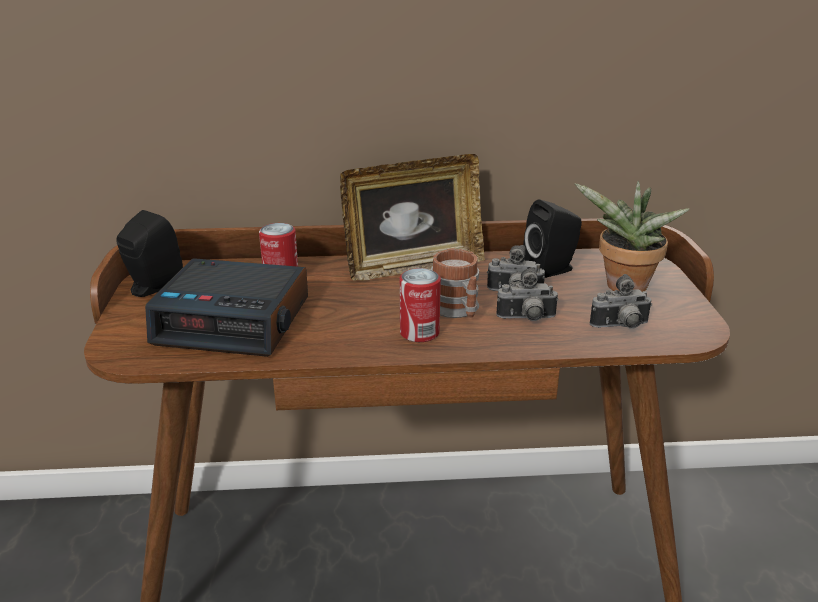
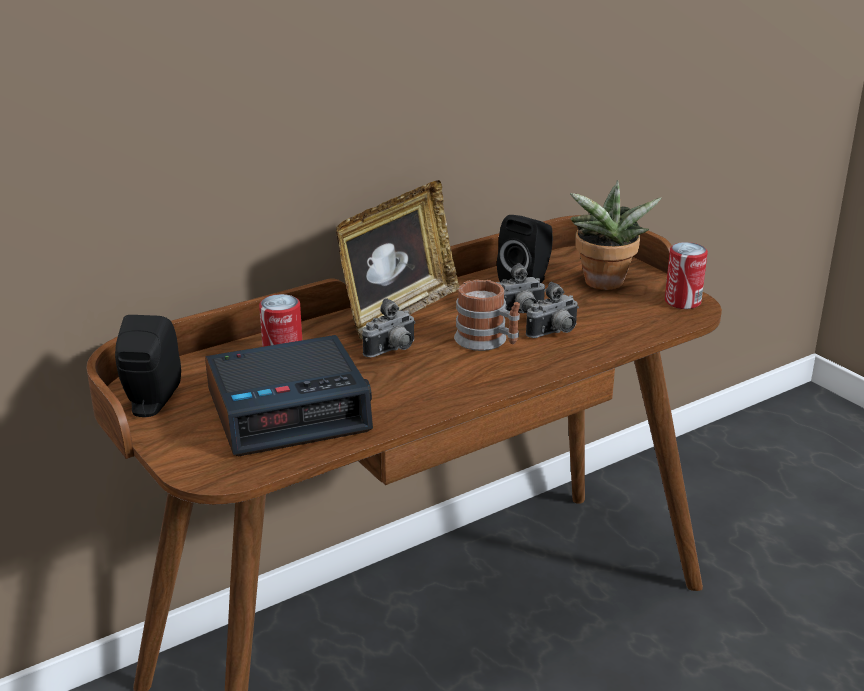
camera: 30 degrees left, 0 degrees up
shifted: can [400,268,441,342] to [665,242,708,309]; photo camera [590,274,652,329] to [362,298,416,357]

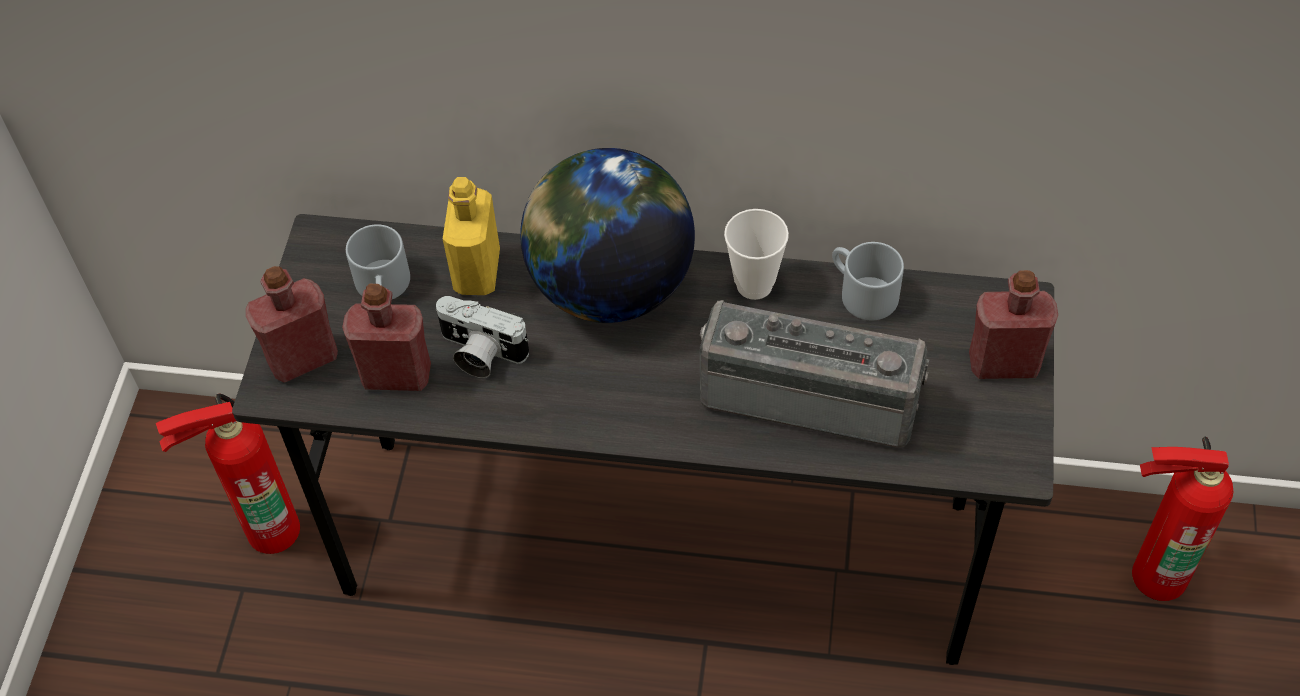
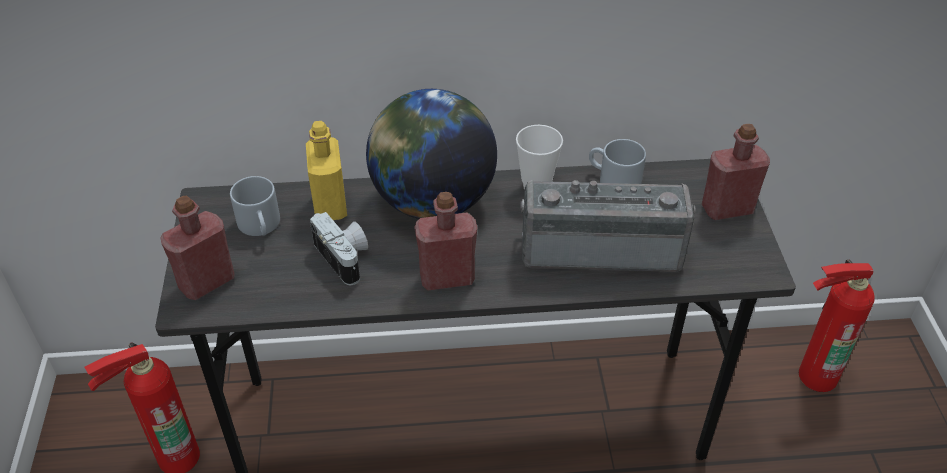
camera: 15 degrees left, 10 degrees down
shifted: red bottle [342,284,431,391] to [414,192,477,290]
rotated: photo camera [435,296,529,378] = [310,212,368,285] 135 degrees counterclockwise

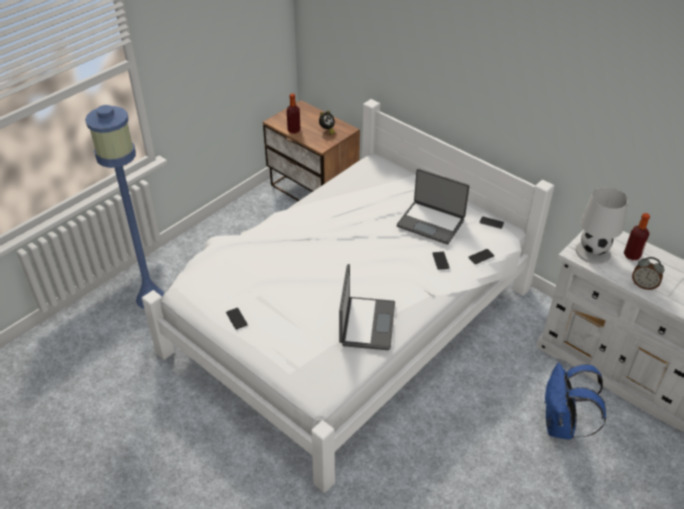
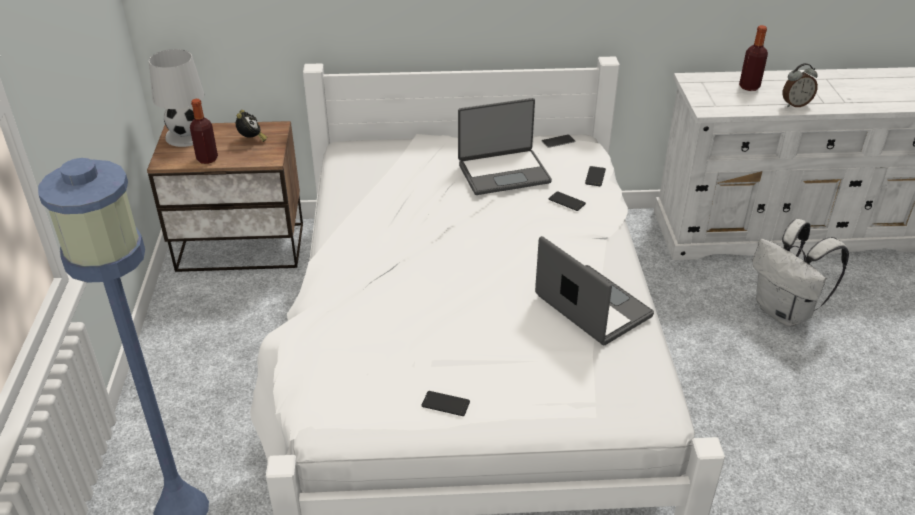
camera: 45 degrees left, 5 degrees down
shifted: white-coloured lamp for a table [576,187,628,264] to [149,49,204,147]
repainted: blue-coloured knapsack [544,363,606,439] to white-coloured knapsack [753,219,849,327]

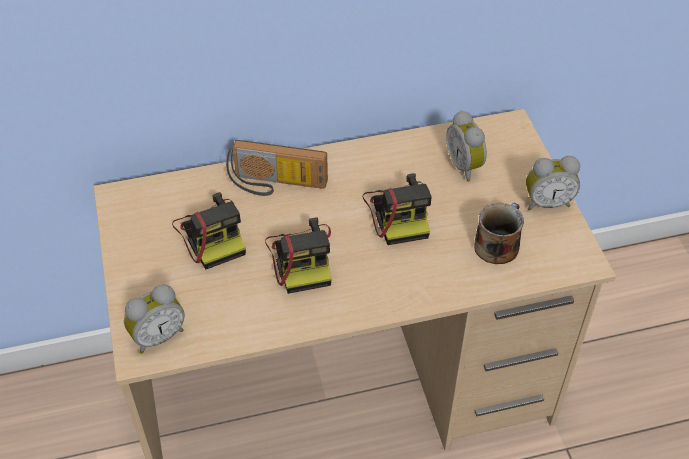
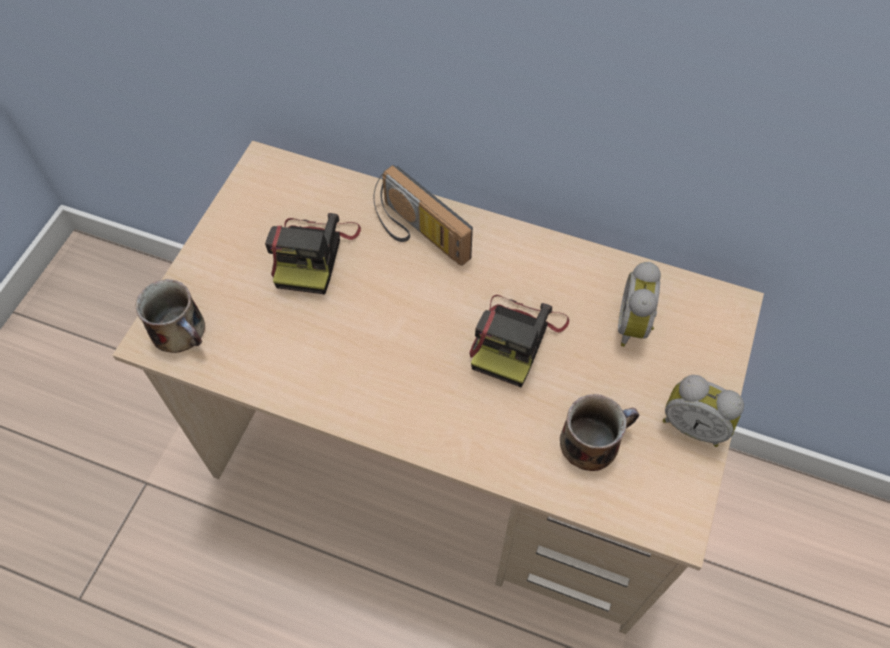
camera: 35 degrees right, 10 degrees up
gone: photo camera [265,217,332,294]
swapped: alarm clock [124,284,185,354] to coffee mug [136,279,205,353]

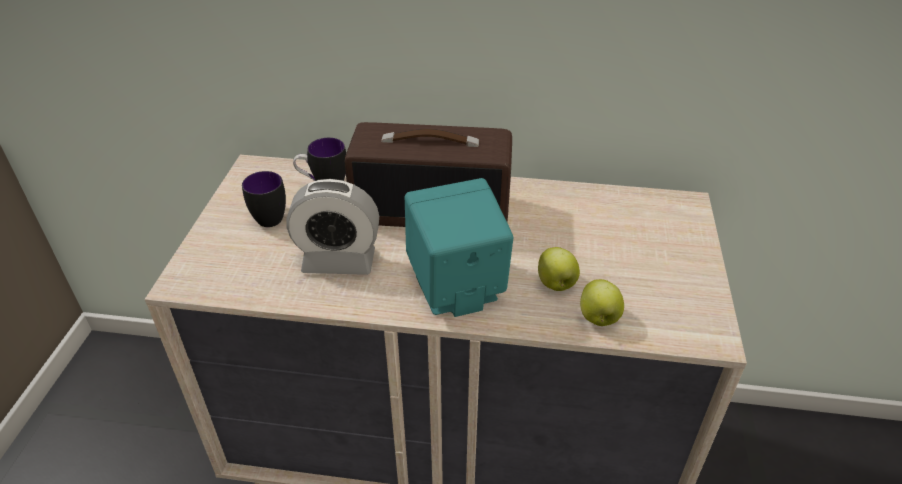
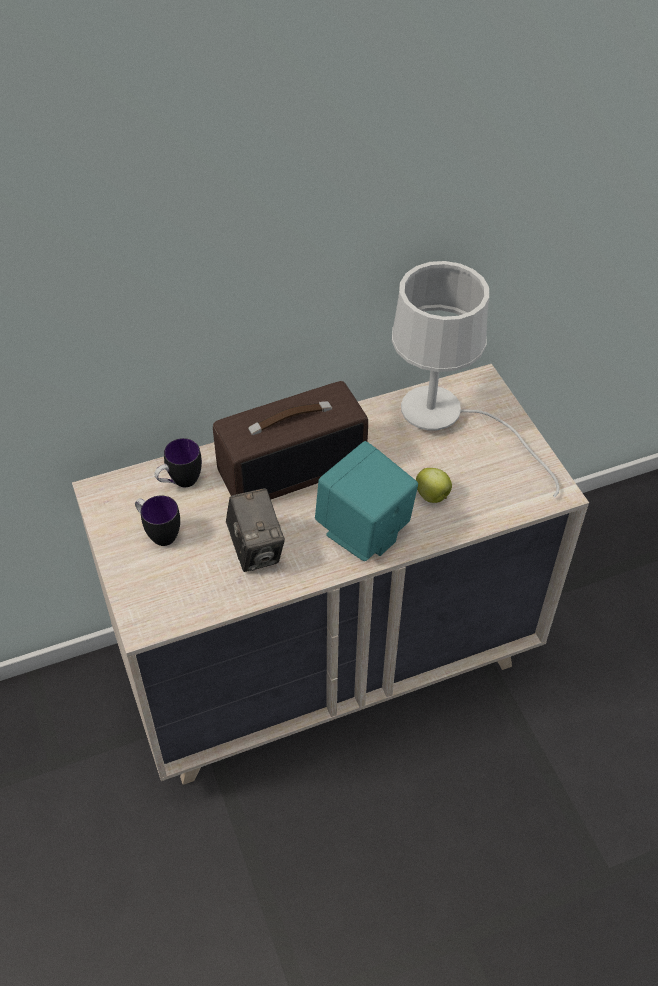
camera: 30 degrees left, 10 degrees up
gone: apple [580,279,624,326]
new: white-coloured lamp for a table [392,261,560,497]
swapped: alarm clock [286,179,379,275] to photo camera [226,488,285,572]

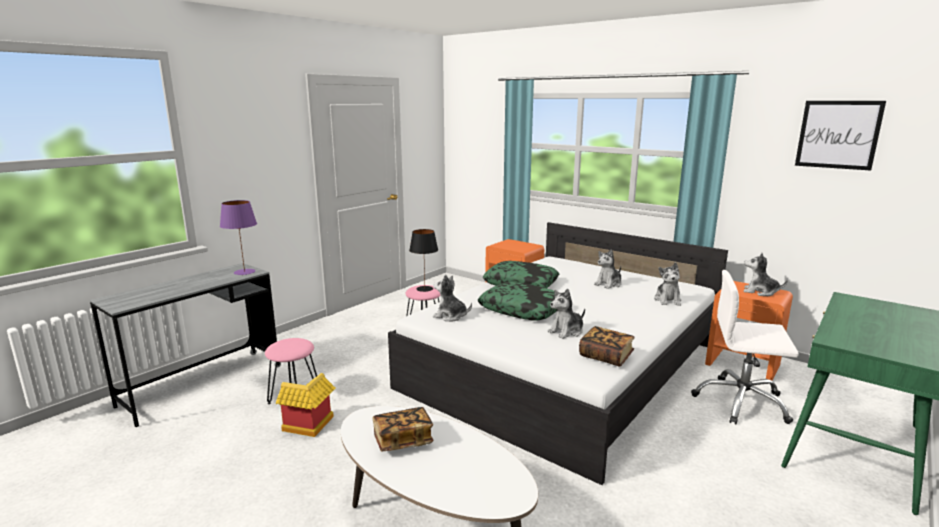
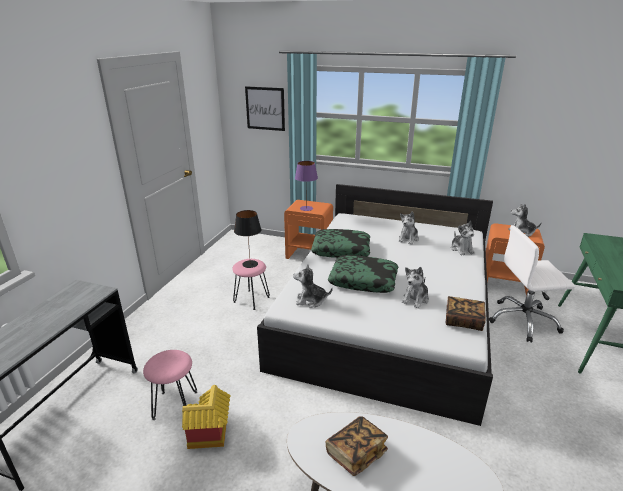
camera: 20 degrees left, 10 degrees up
shifted: picture [795,101,886,171] to [245,86,285,131]; purple lamp for a table [220,200,257,275] to [295,161,318,211]

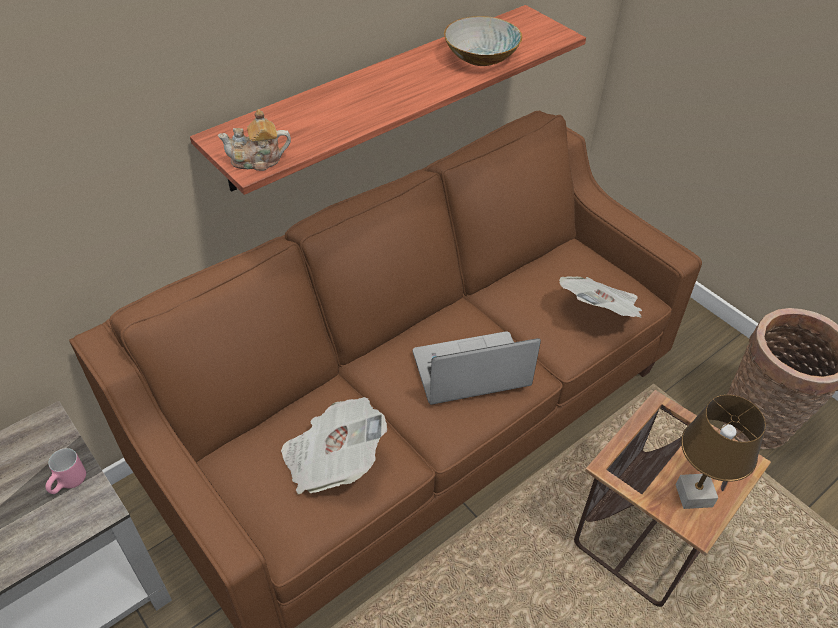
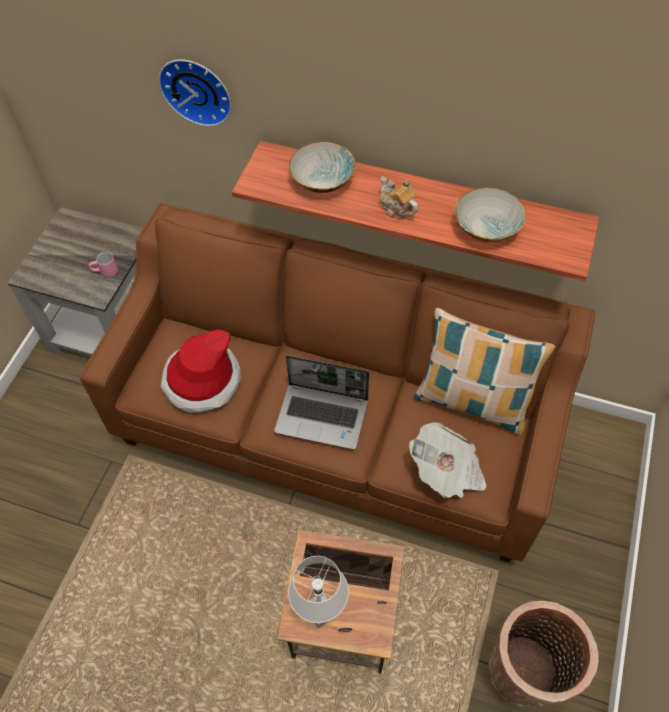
camera: 60 degrees right, 10 degrees up
new: wall clock [158,59,232,126]; serving bowl [289,142,356,193]; cushion [414,308,555,435]
shifted: teapot [218,109,291,171] to [380,177,418,219]
swapped: newspaper [281,397,387,494] to clothing hat [160,329,241,413]
repainted: brown lamp for a table [676,395,766,509] to white-coloured lamp for a table [288,556,349,629]
rotated: portable computer [413,331,541,405] = [274,355,370,450] 150 degrees clockwise

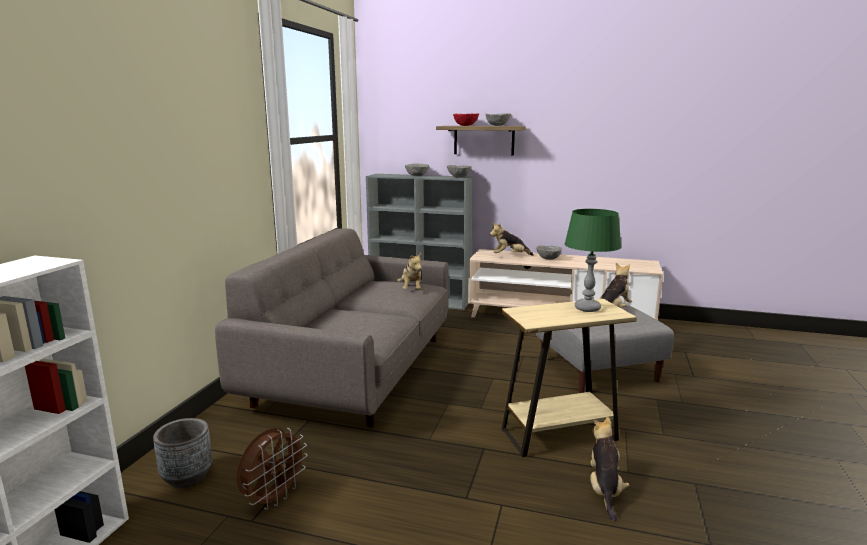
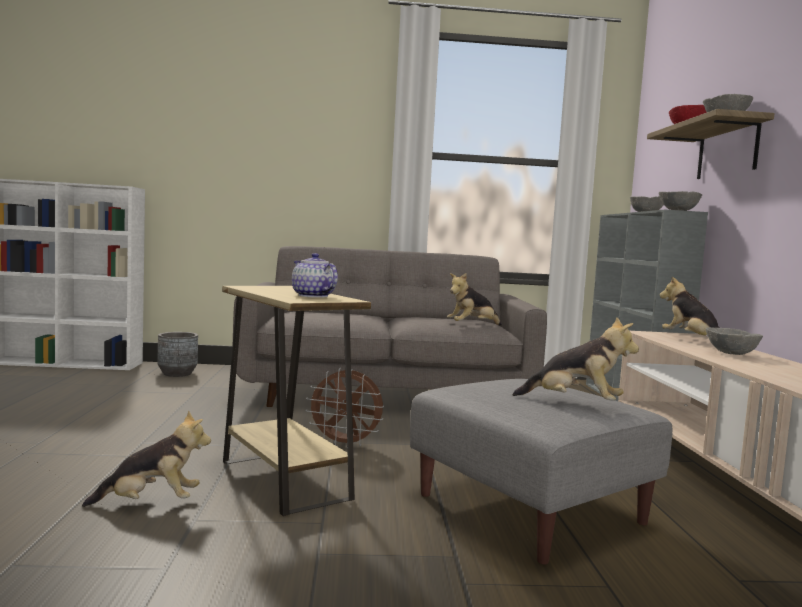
camera: 70 degrees right, 10 degrees down
shifted: brown fan [237,428,308,510] to [305,368,384,446]
swapped: greenish lamp for a table [565,209,622,312] to teapot [292,253,338,298]

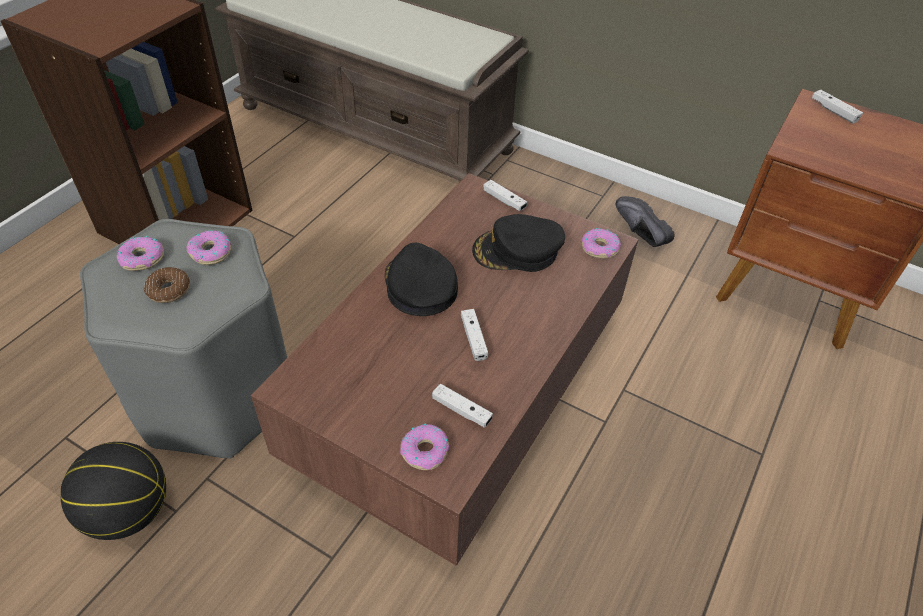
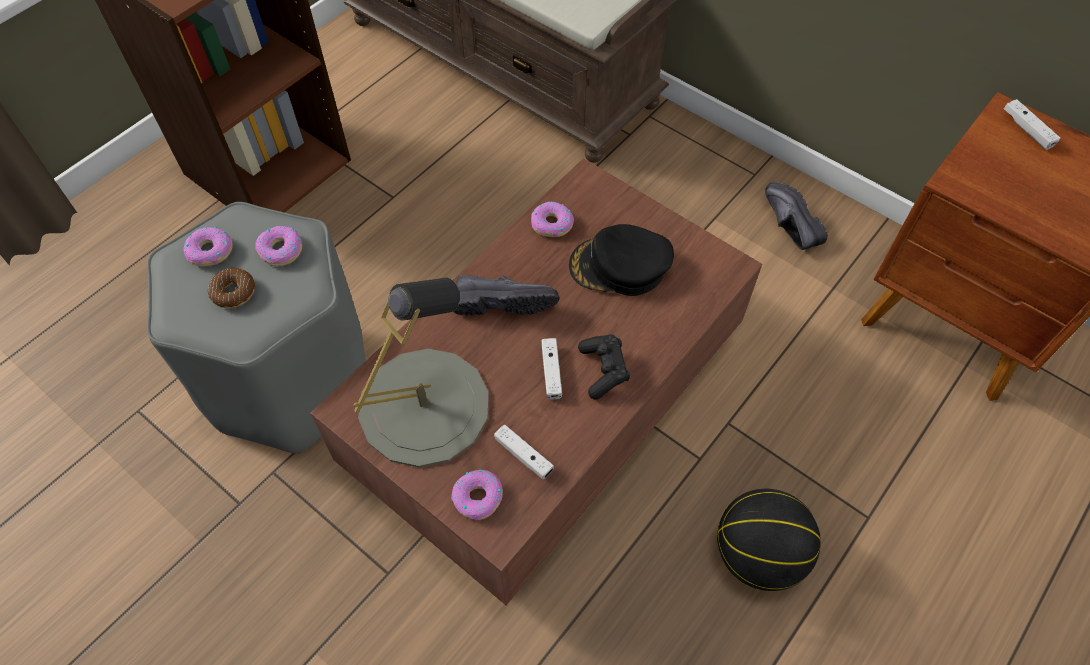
camera: 10 degrees right, 10 degrees up
gone: white-coloured gamepad [483,180,527,211]
new: grey lamp for a table [353,278,489,468]; black gamepad [578,335,630,400]
shifted: ring doughnut [582,228,621,258] to [531,202,574,237]; basketball [61,442,166,540] to [717,489,821,591]
swapped: black peaked cap [385,242,458,316] to black shoe [453,275,560,316]

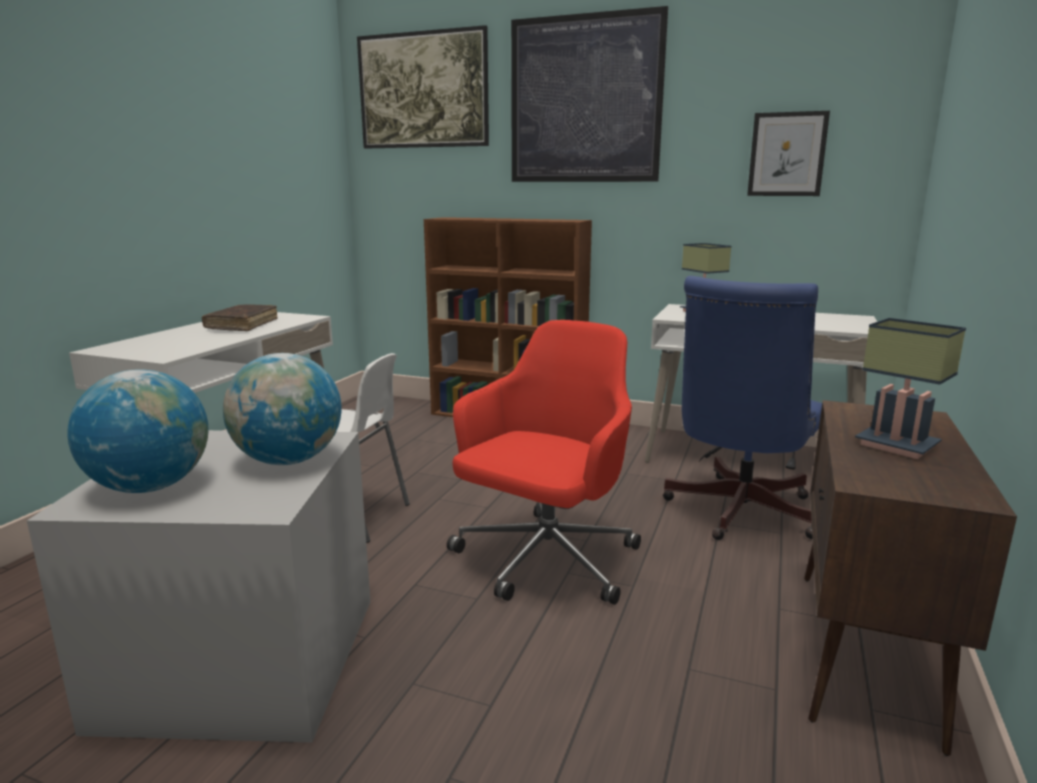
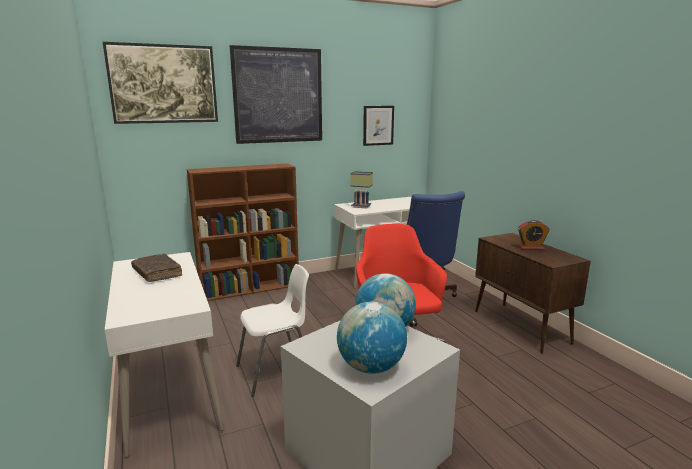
camera: 45 degrees left, 0 degrees up
swapped: lamp for a table [855,318,966,459] to alarm clock [518,220,550,250]

